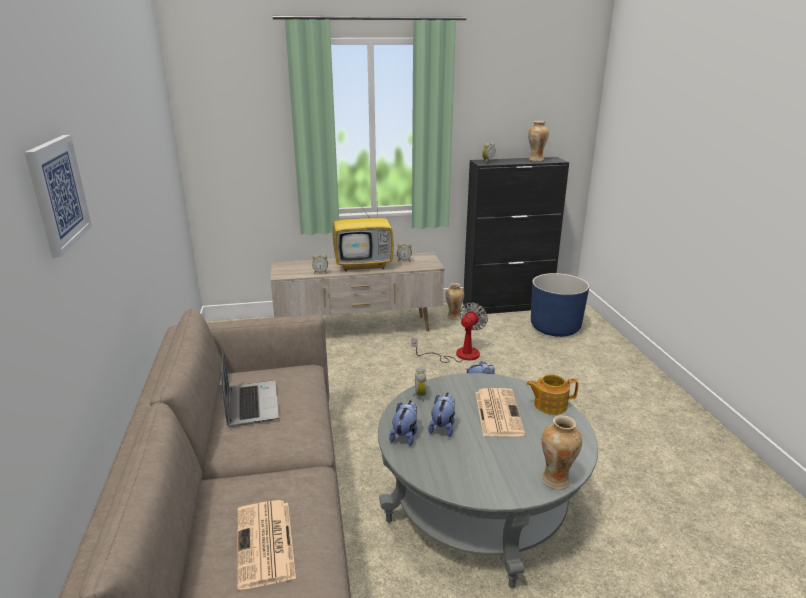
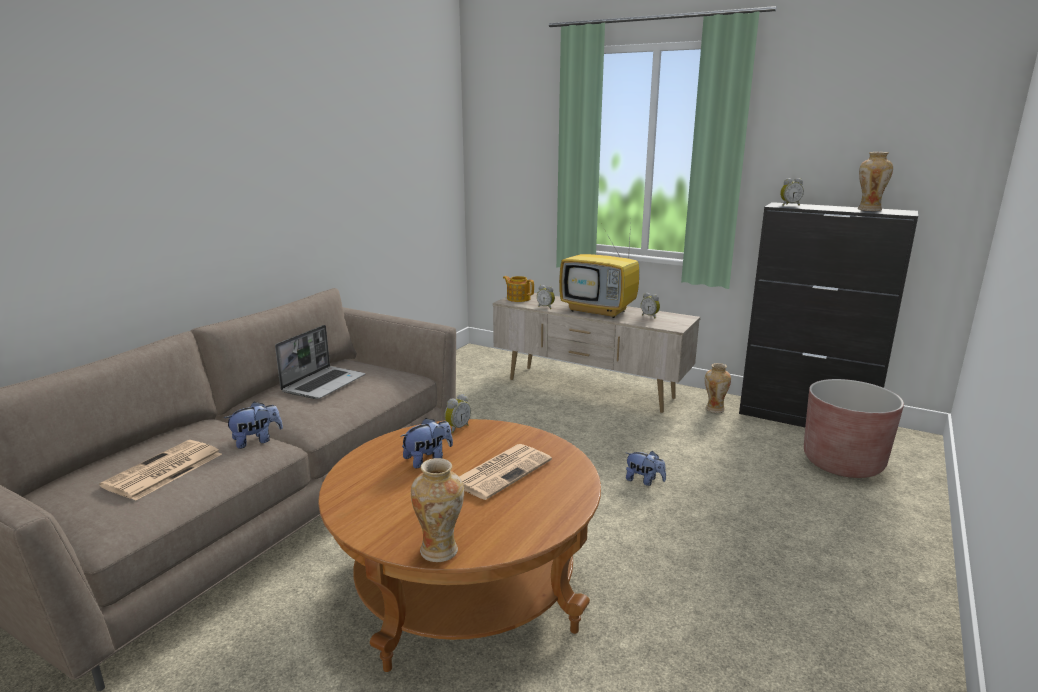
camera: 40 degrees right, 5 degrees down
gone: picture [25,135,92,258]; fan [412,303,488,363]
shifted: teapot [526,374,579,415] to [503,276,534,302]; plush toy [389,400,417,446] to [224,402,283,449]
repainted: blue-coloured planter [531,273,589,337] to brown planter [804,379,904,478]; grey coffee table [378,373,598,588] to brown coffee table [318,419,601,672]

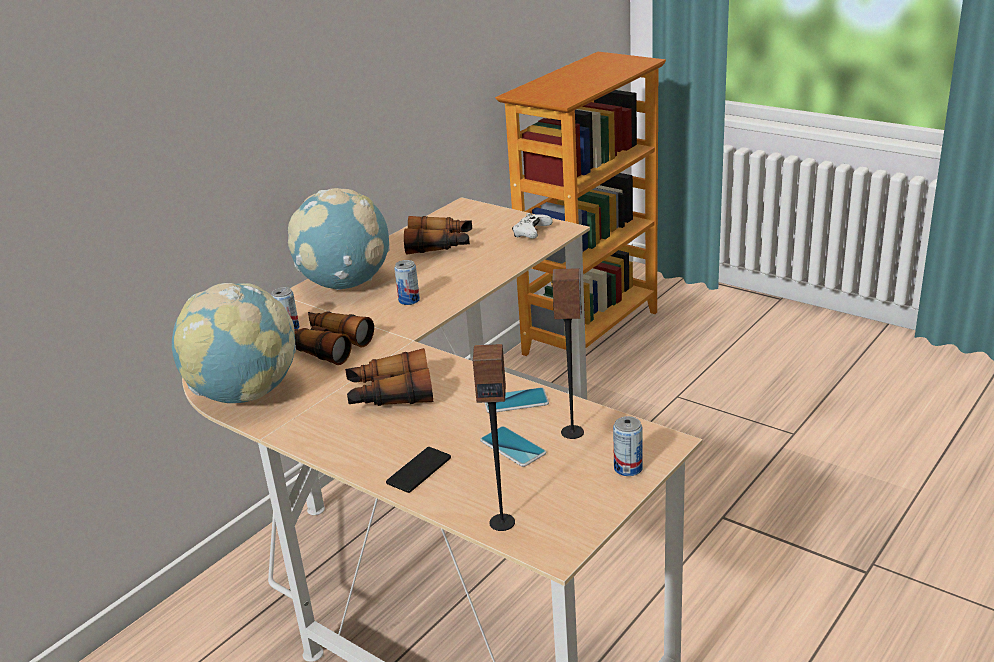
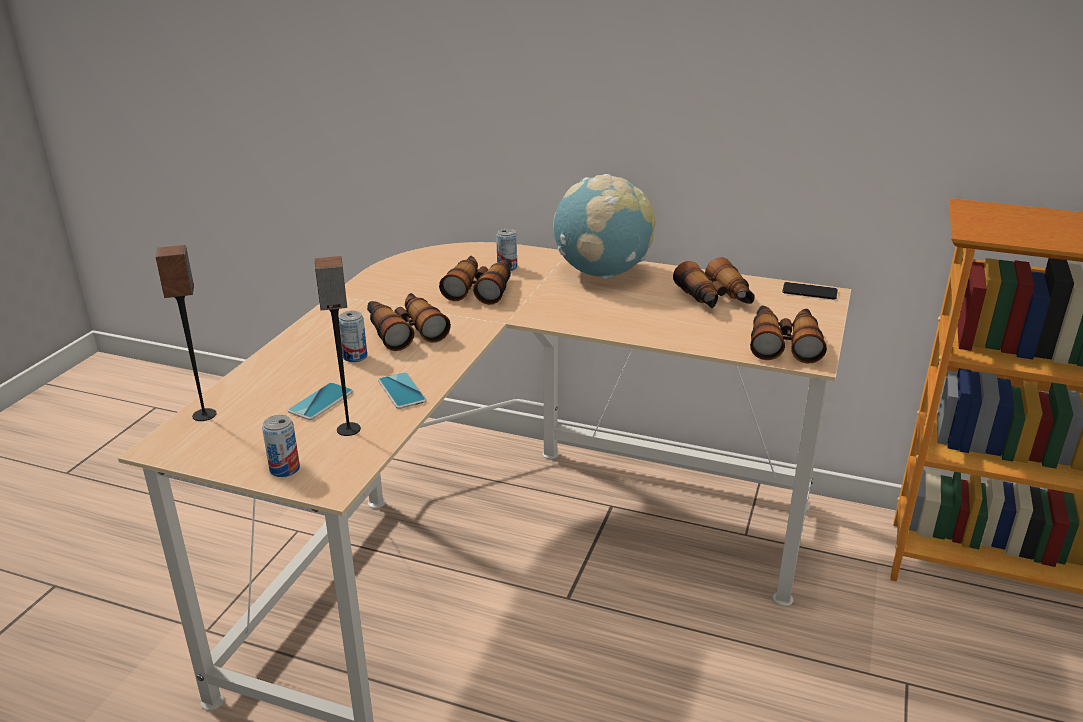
camera: 70 degrees right, 0 degrees up
gone: desk globe [172,283,296,403]
shifted: can [394,260,420,305] to [339,311,367,362]; phone [386,447,451,493] to [782,282,838,300]
swapped: white-coloured gamepad [512,213,553,239] to field glasses [750,306,827,363]

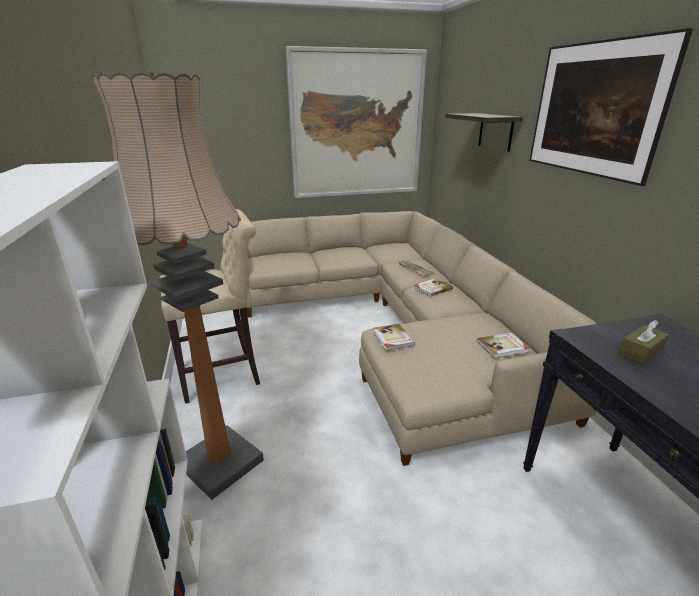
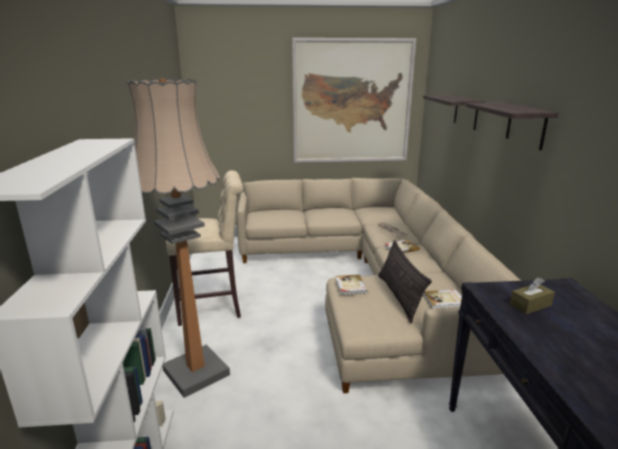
camera: 10 degrees right, 5 degrees down
new: cushion [378,240,432,323]
swapped: picture [529,28,693,186] to shelf [467,103,558,150]

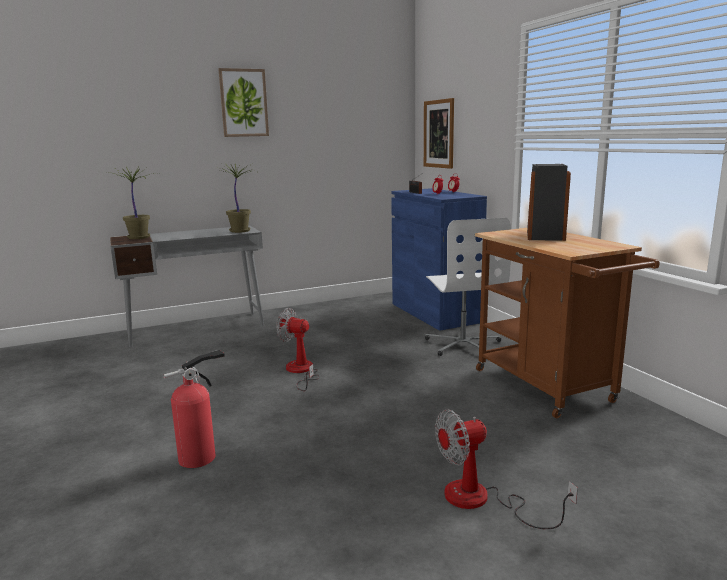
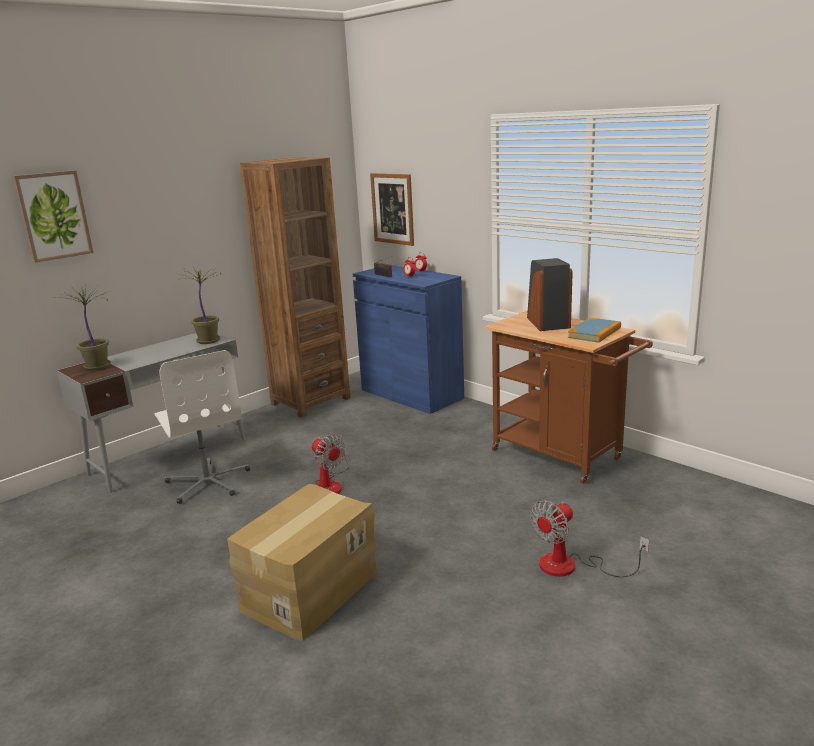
camera: 20 degrees left, 5 degrees up
new: brown bookshelf [240,157,351,418]; volume [568,318,621,343]
shifted: picture [218,68,269,137] to [13,170,93,263]; white-coloured desk chair [425,218,511,356] to [154,350,250,504]
swapped: fire-fighting cylinder [163,350,225,468] to packing box [227,484,377,641]
rotated: fan [276,308,319,391] = [312,434,349,494] 135 degrees counterclockwise

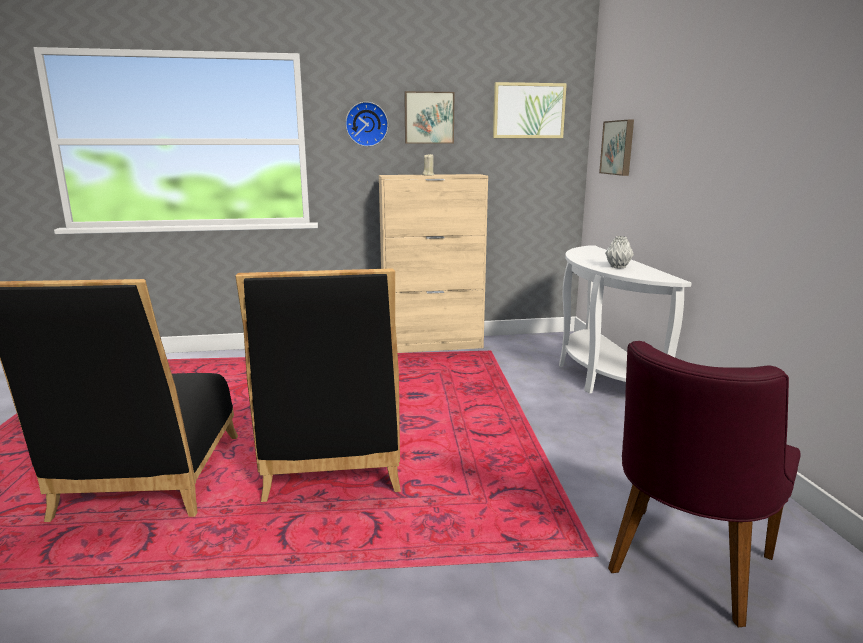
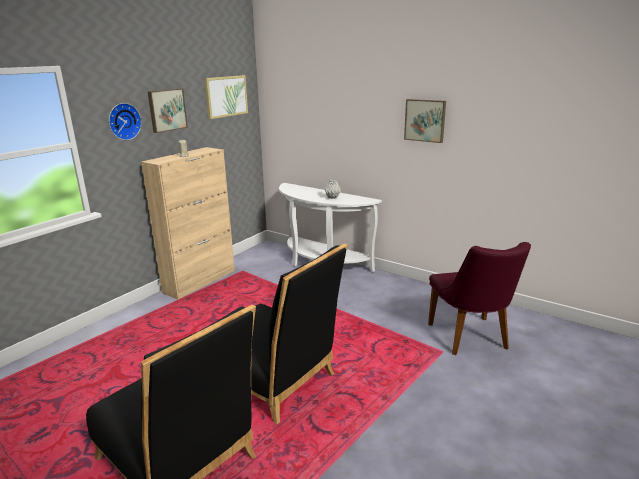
camera: 45 degrees left, 5 degrees up
shifted: picture [599,120,634,176] to [404,99,446,143]

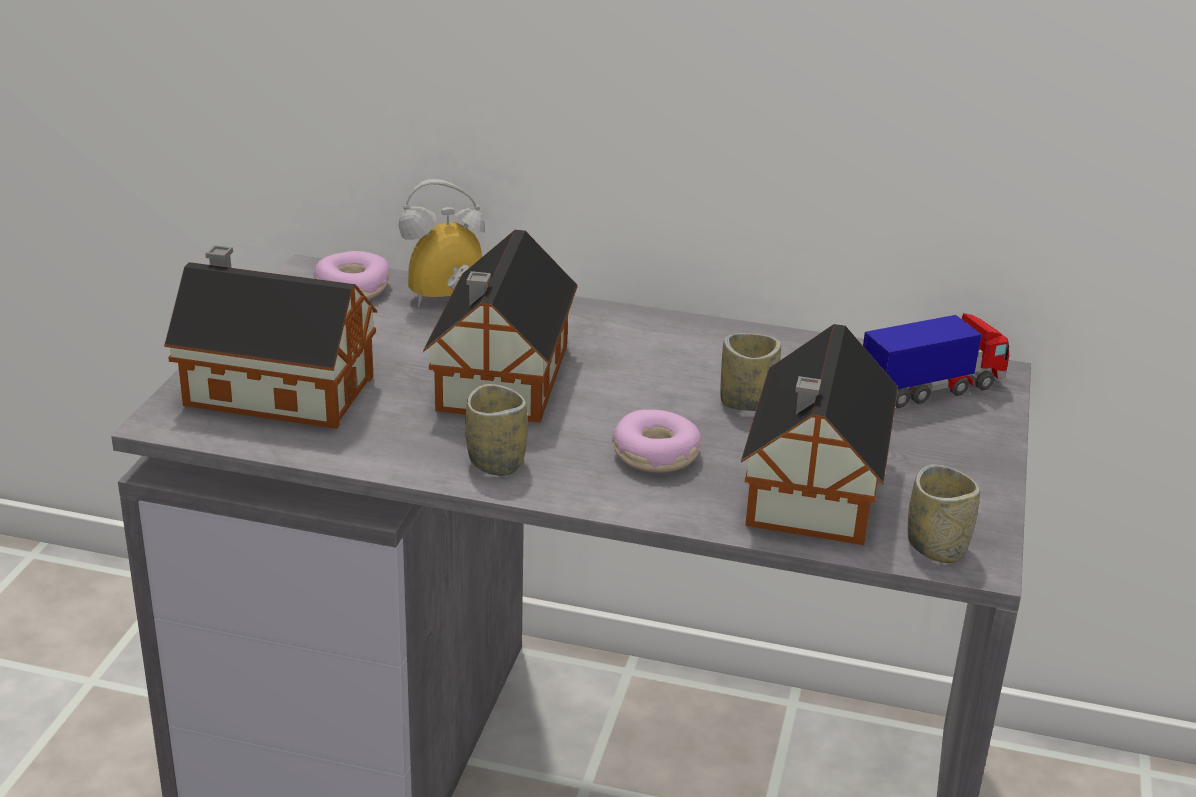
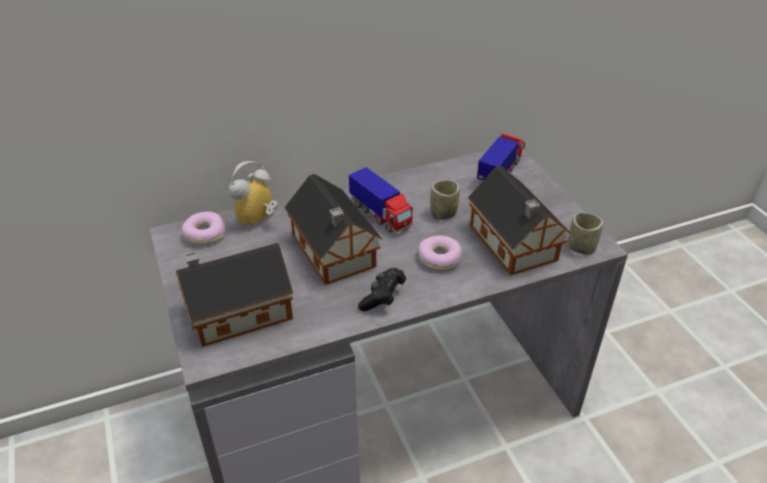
camera: 35 degrees left, 10 degrees up
new: model truck [349,167,413,234]
swapped: drinking cup [465,384,528,476] to black gamepad [358,268,406,311]

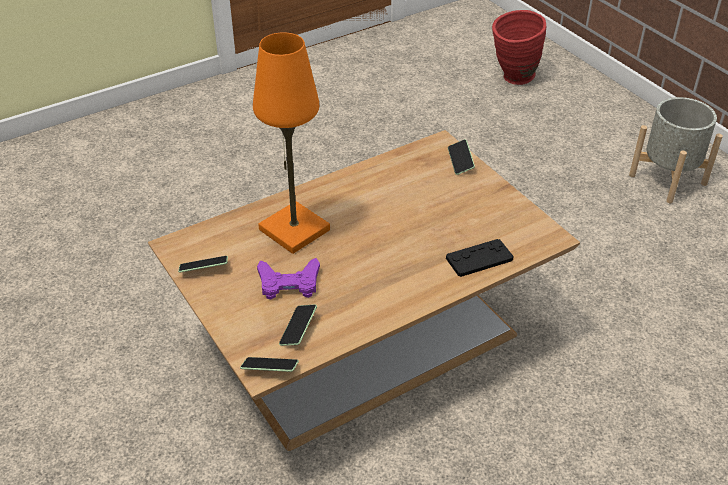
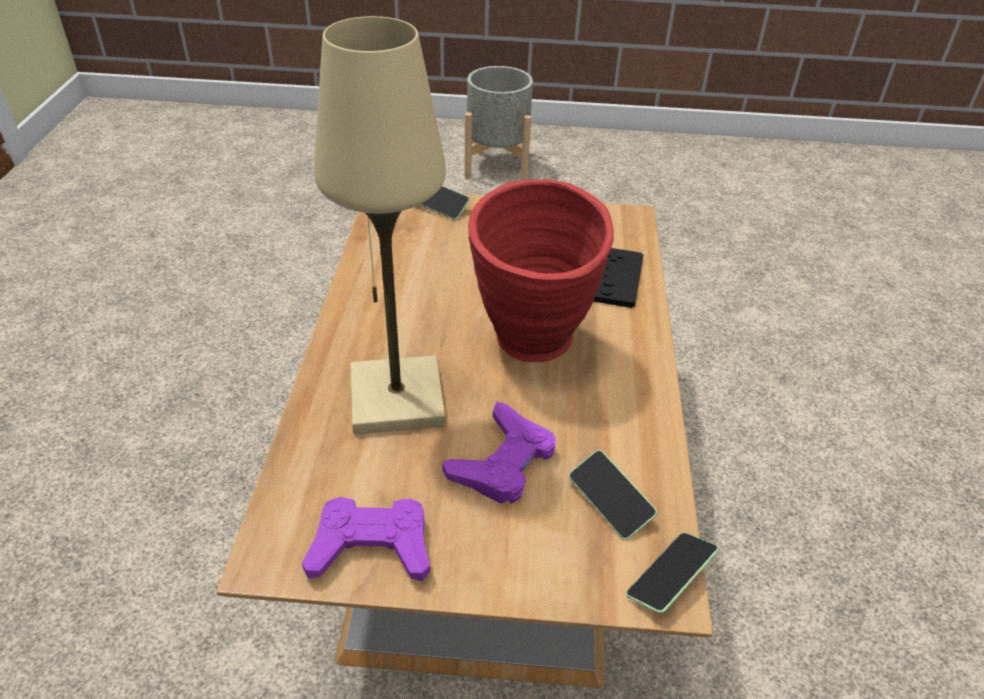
camera: 55 degrees left, 0 degrees up
shifted: red vase [492,10,546,85] to [468,179,614,362]
swapped: phone [178,256,228,272] to purple gamepad [302,497,430,581]
repainted: orange lamp for a table [253,32,330,254] to sand-coloured lamp for a table [314,16,446,434]

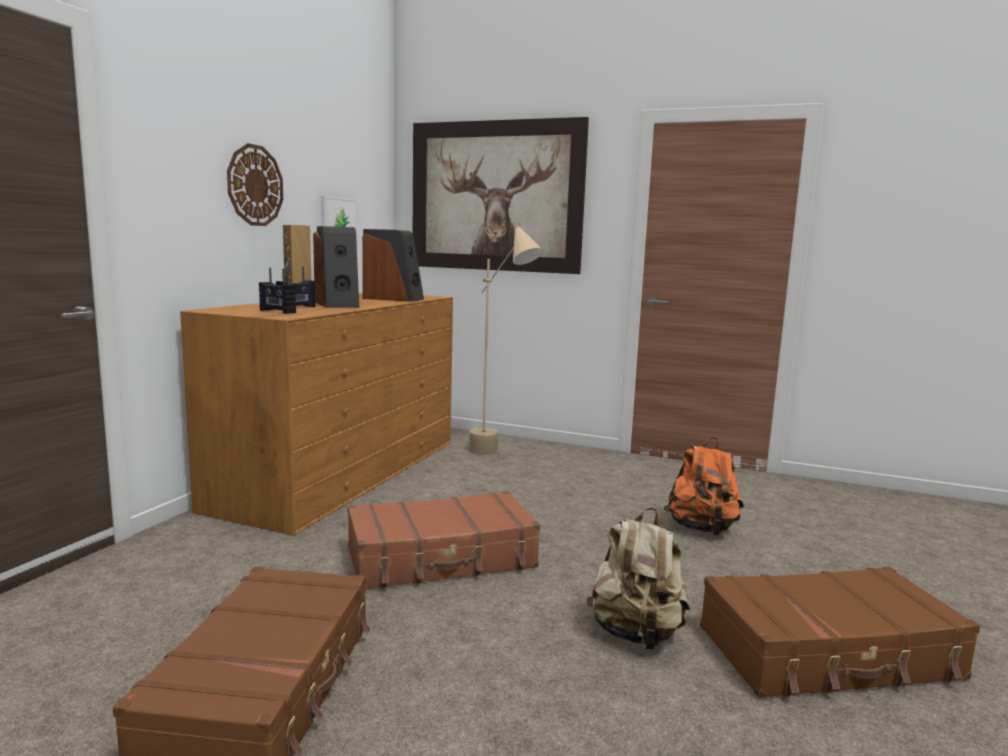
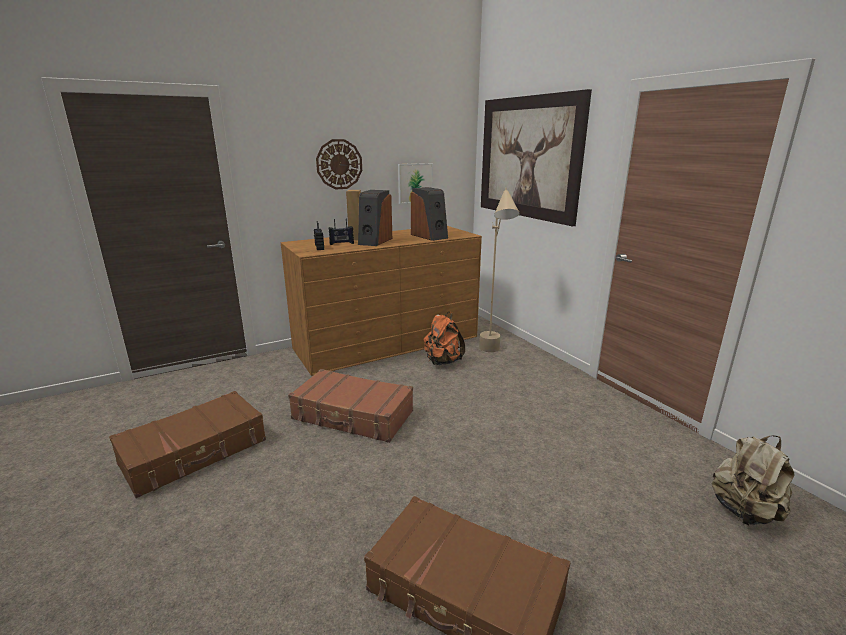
camera: 40 degrees right, 10 degrees up
shifted: orange knapsack [664,437,744,535] to [423,312,465,365]; sand-coloured knapsack [587,508,690,649] to [712,435,795,525]

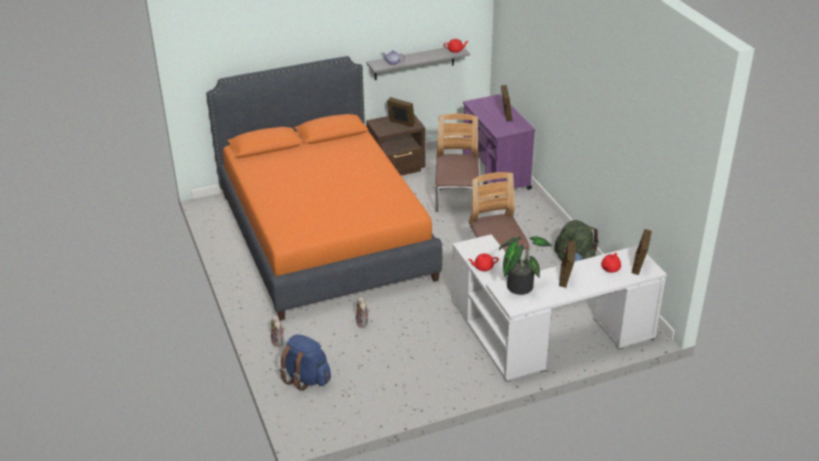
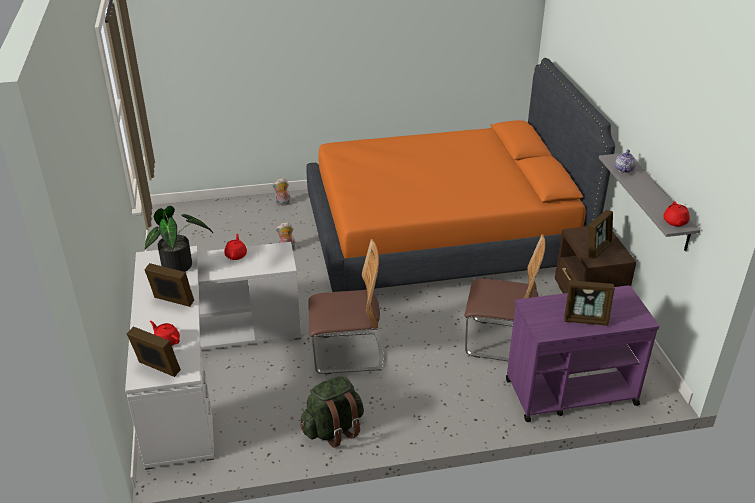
camera: 100 degrees right, 0 degrees up
gone: blue-coloured knapsack [279,334,331,391]

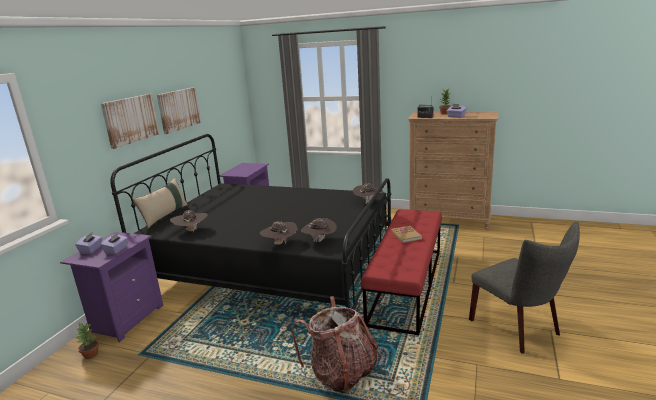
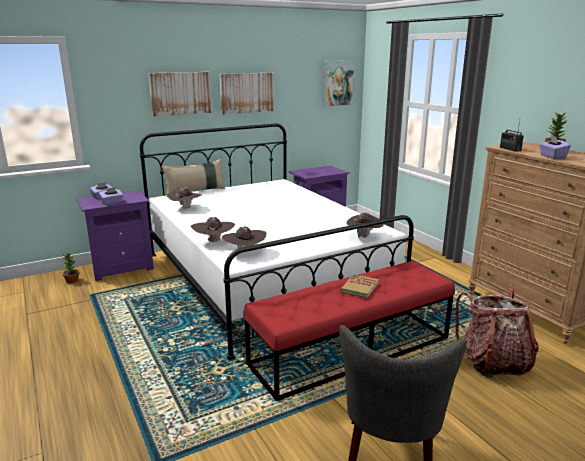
camera: 40 degrees right, 0 degrees up
new: picture [322,60,354,107]
shifted: knapsack [292,296,378,394] to [455,287,539,378]
repainted: black sleeping bed [110,134,391,309] to white-coloured sleeping bed [140,123,414,361]

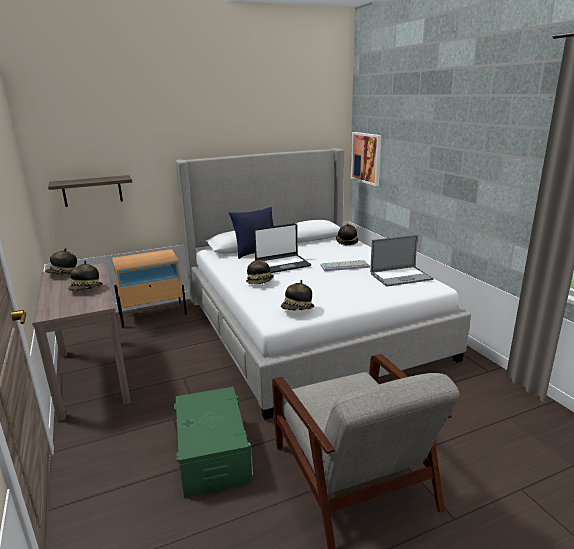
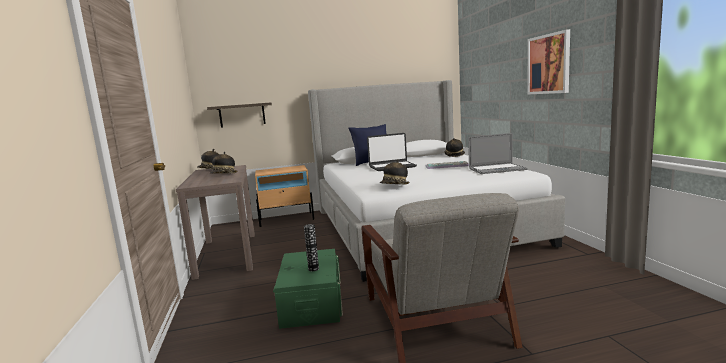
camera: 10 degrees right, 10 degrees down
gone: clothing hat [246,257,274,284]
new: vase [304,224,319,271]
shifted: picture [351,132,381,186] to [527,29,570,95]

